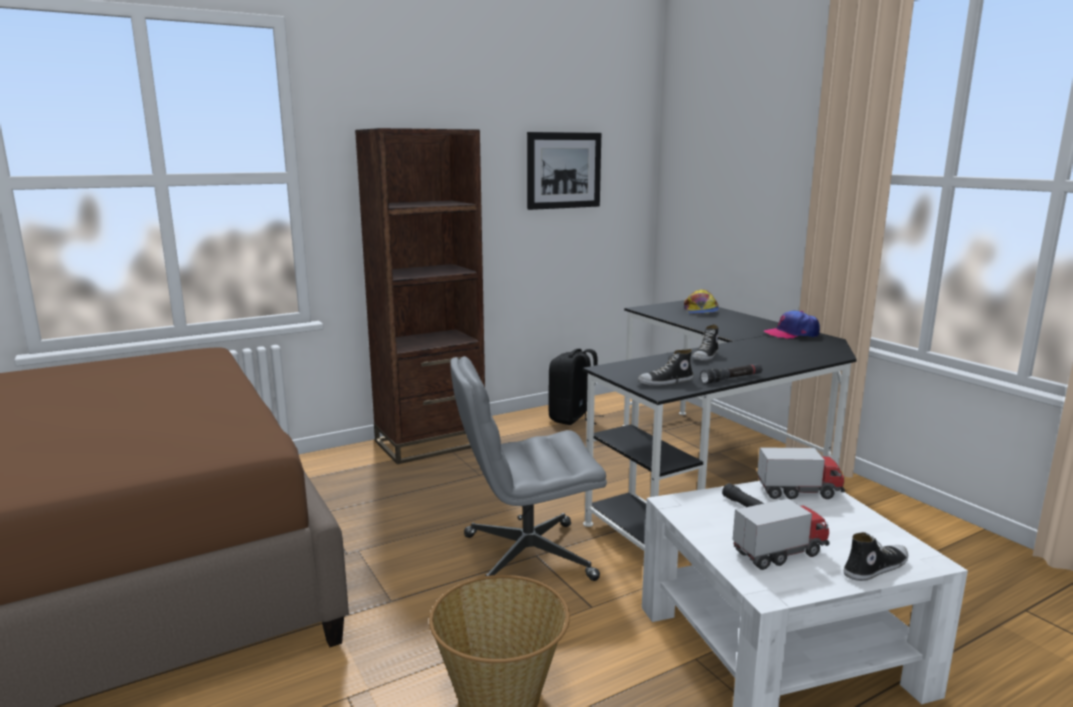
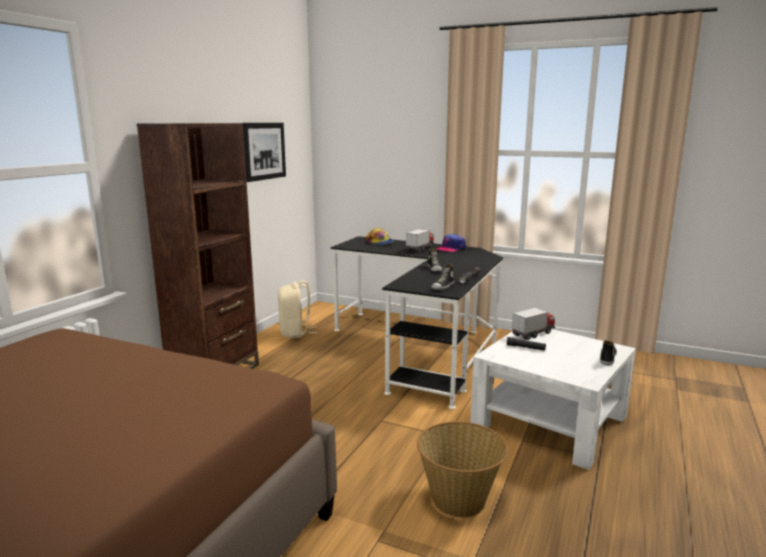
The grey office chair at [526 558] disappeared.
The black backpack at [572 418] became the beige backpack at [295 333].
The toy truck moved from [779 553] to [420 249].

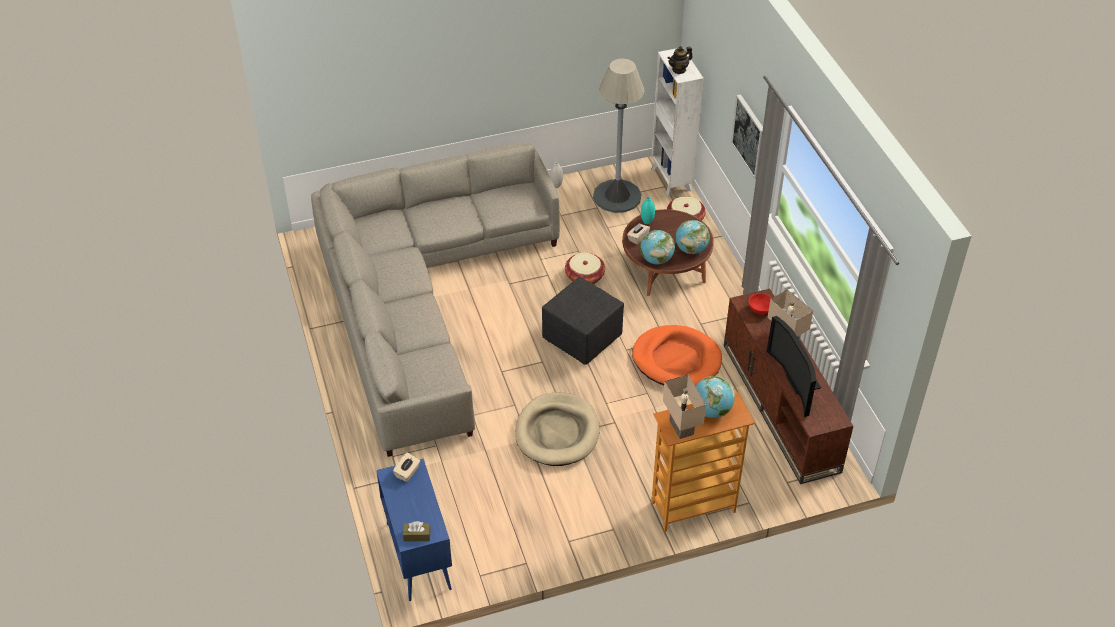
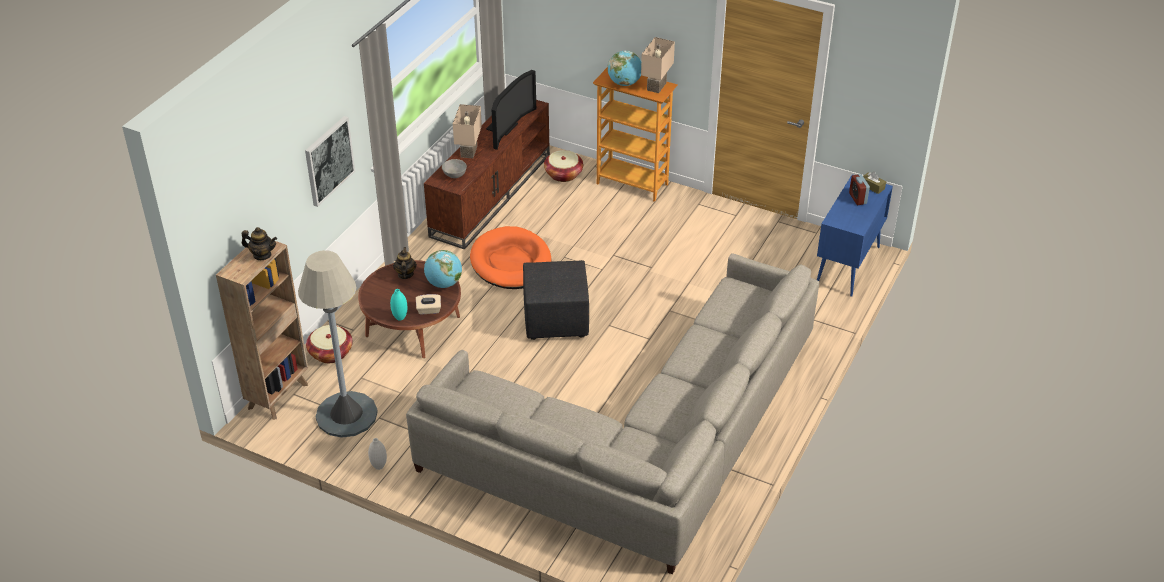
The beige tissue box at [407 473] disappeared.
The beige dog bed at [557 432] disappeared.
The basket moved from [584 277] to [563 174].
The white bookcase at [671 180] became the brown bookcase at [279 395].
The globe at [691 249] was replaced by the teapot at [405 274].
The red bowl at [760 310] became the grey bowl at [454 175].
The alarm clock at [857 198] appeared.

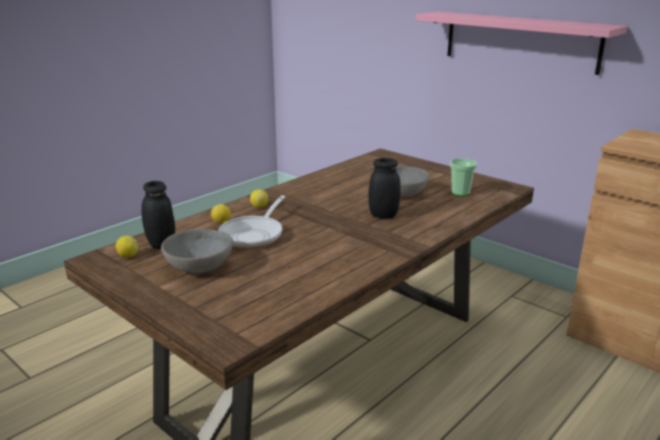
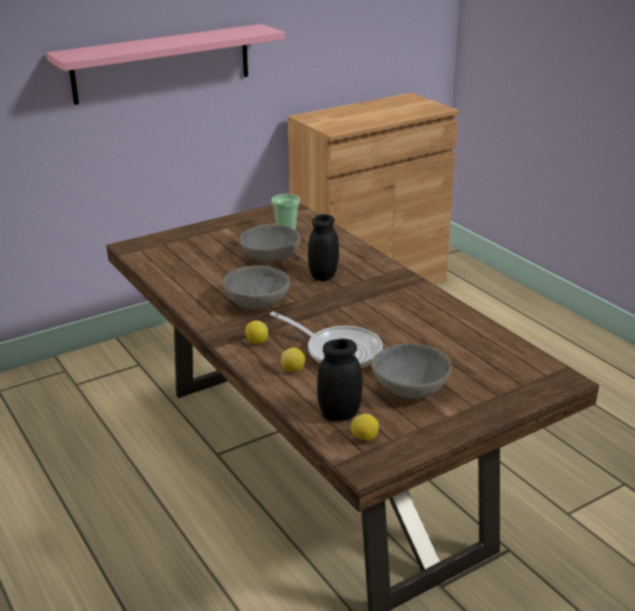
The grey bowl at [258 303] appeared.

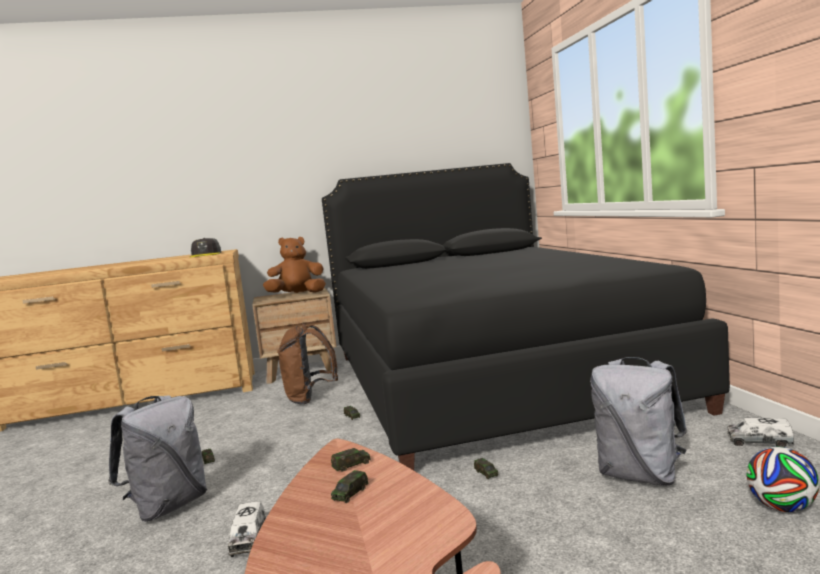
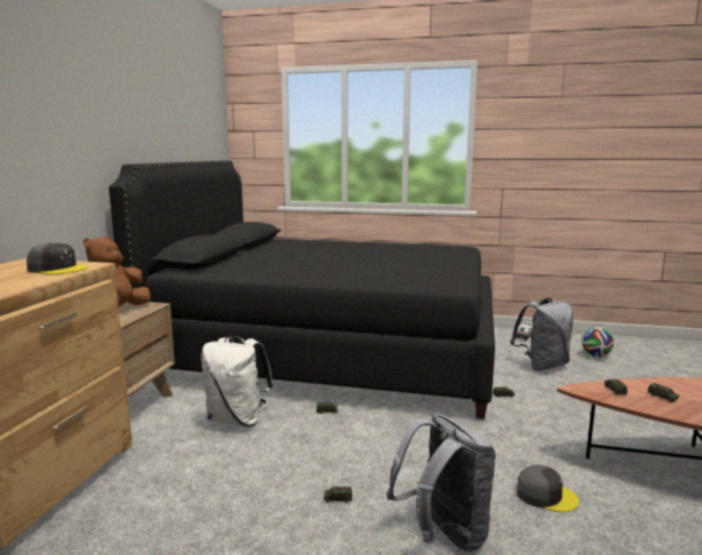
The toy truck at [249 539] was replaced by the grey cap at [545 495].
The brown backpack at [310 399] became the white backpack at [237 419].

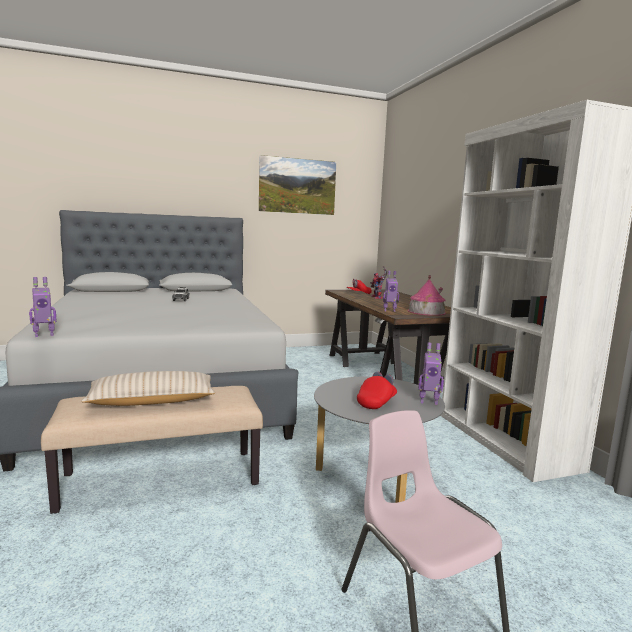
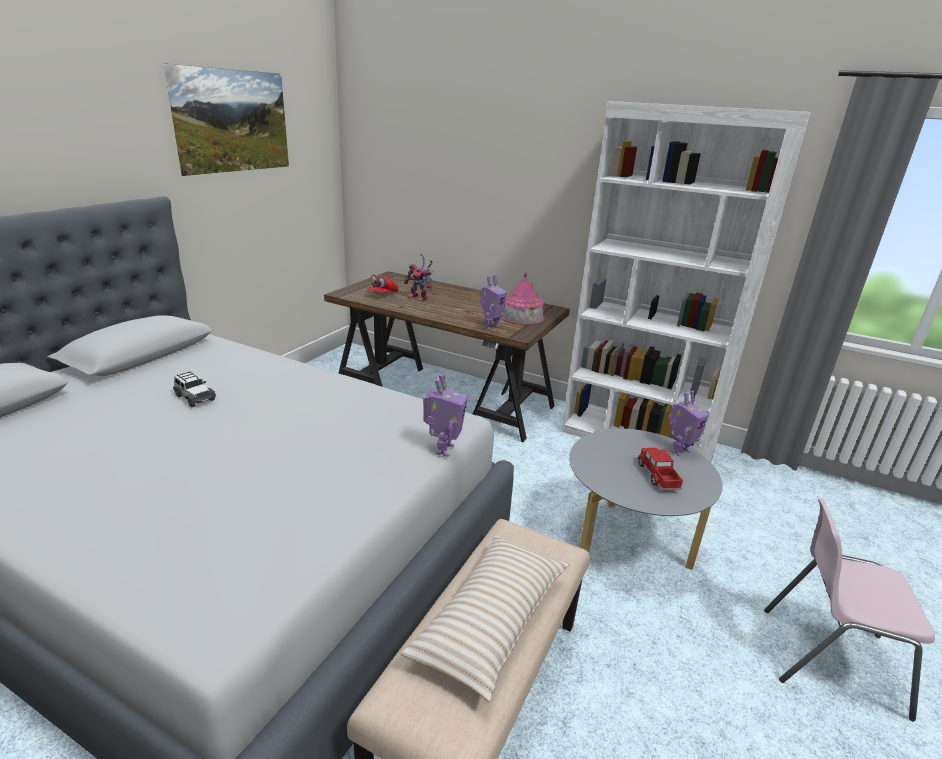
The toy robot moved from [44 335] to [443 449].
The red cap at [376 402] was replaced by the toy truck at [657 476].

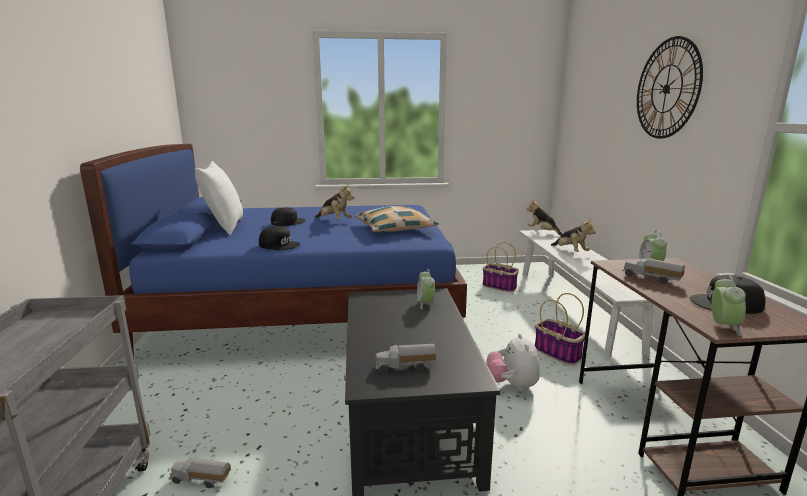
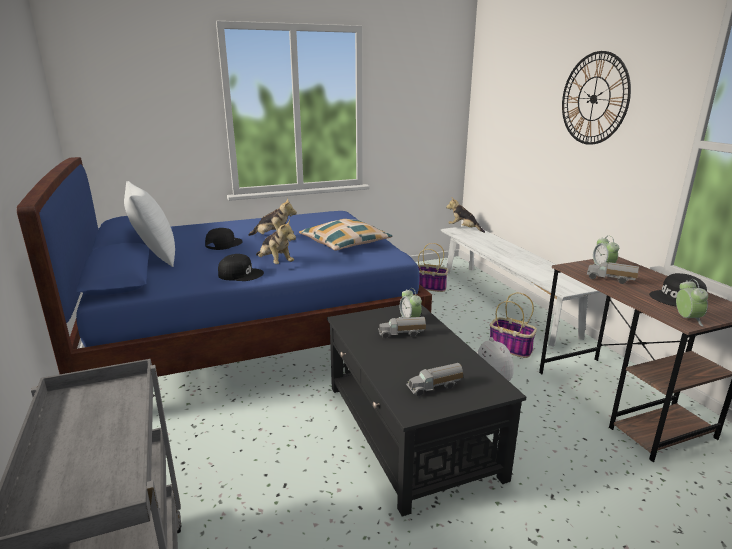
The toy truck moved from [200 480] to [401 335].
The plush toy moved from [570 251] to [275 263].

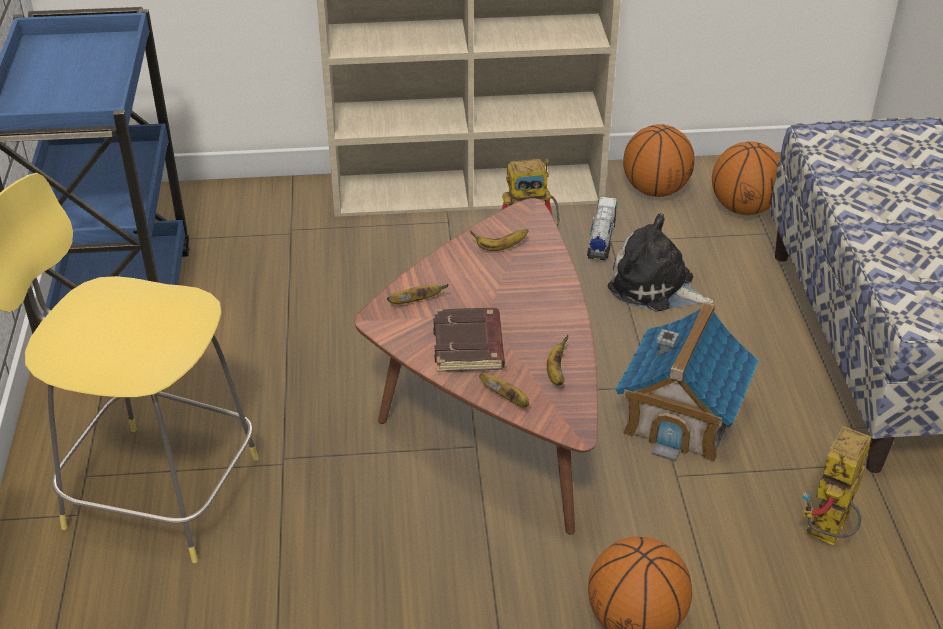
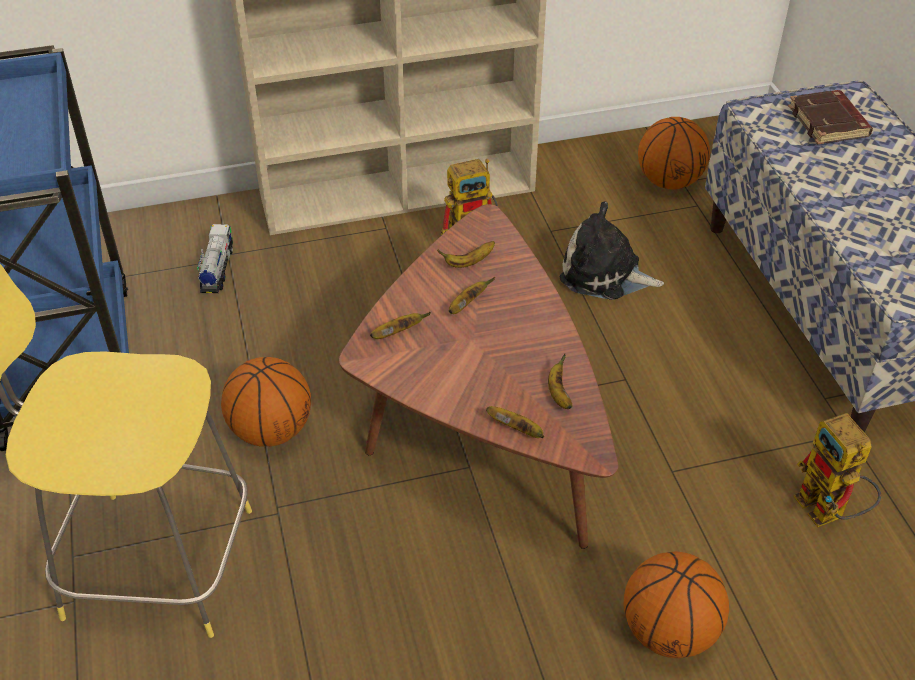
The brown book moved from [470 346] to [829 123].
The toy truck moved from [601 240] to [217 269].
The toy house at [682 418] disappeared.
The basketball moved from [655 190] to [271 430].
The toy robot at [828 535] turned 45 degrees counterclockwise.
The banana at [467 304] appeared.

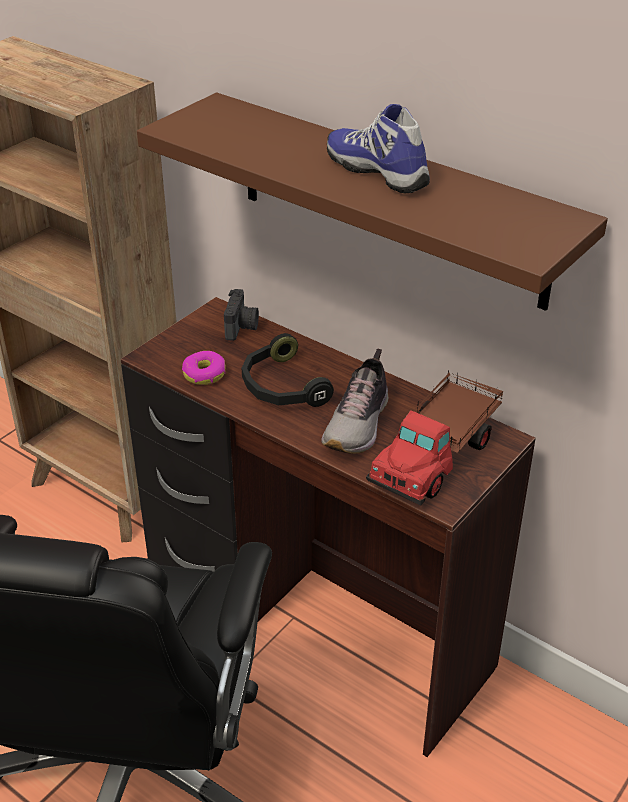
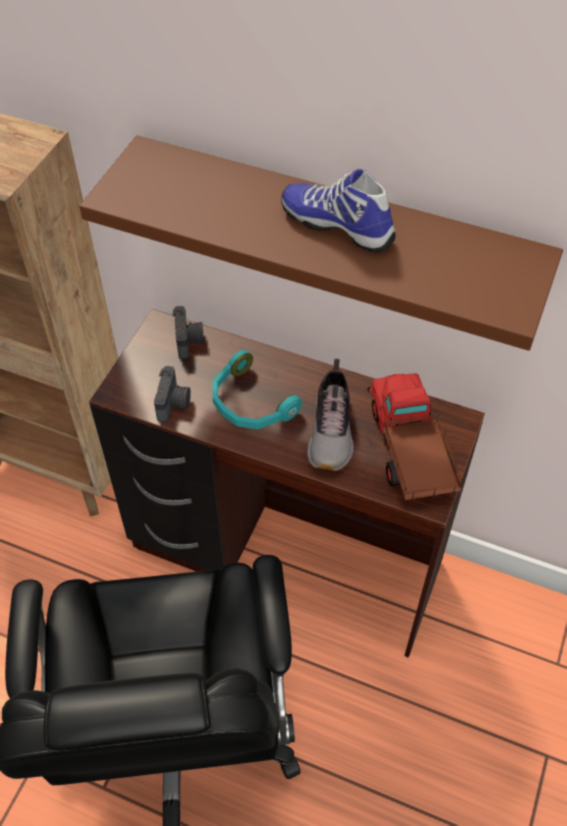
The donut at [204 374] was replaced by the photo camera at [174 403].
The black headphones at [281 387] became the turquoise headphones at [249 404].
The toy truck at [437 455] turned 150 degrees clockwise.

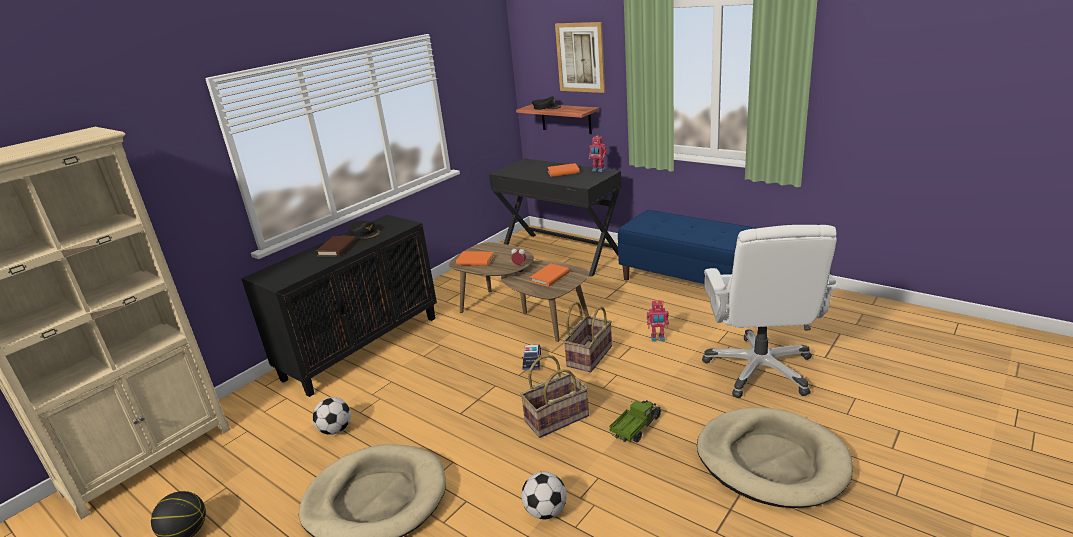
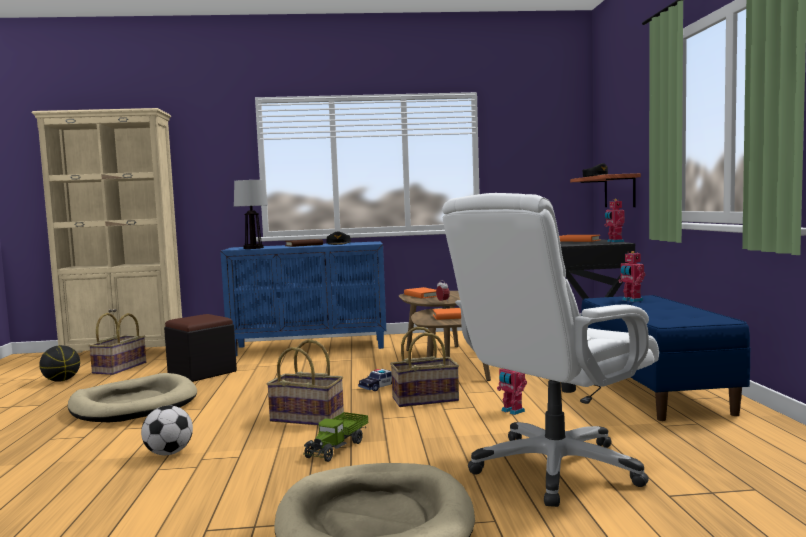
The black cabinet at [362 347] became the blue cabinet at [310 347].
The football at [336 430] was replaced by the black ottoman at [202 372].
The picture at [580 57] disappeared.
The toy truck at [636 428] turned 120 degrees clockwise.
The basket at [120 368] appeared.
The table lamp at [253 248] appeared.
The toy robot at [631 300] appeared.

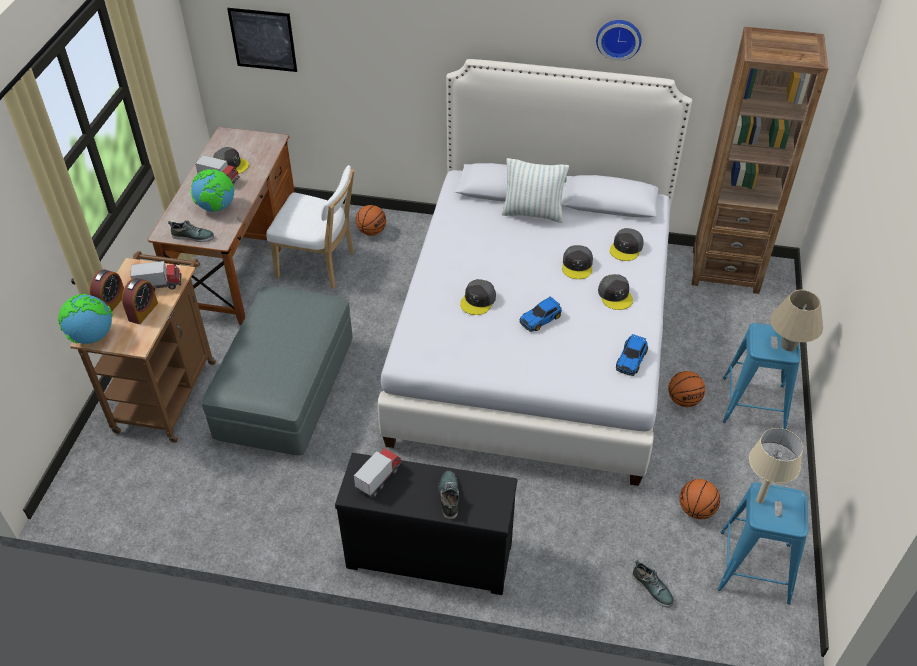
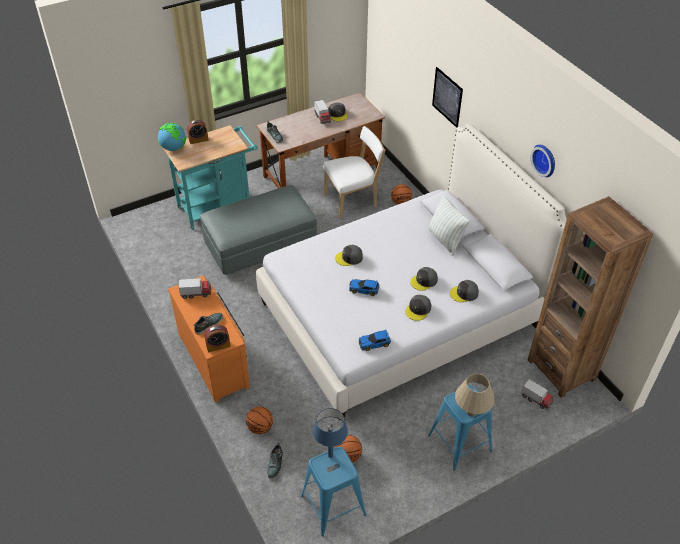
The brown cart at [168 390] became the turquoise cart at [218 206].
The alarm clock moved from [143 311] to [218 345].
The toy truck moved from [159 285] to [536 399].
The globe at [217 208] disappeared.
The picture moved from [263 40] to [447 97].
The white chair at [319 266] turned 90 degrees counterclockwise.
The black dresser at [430 551] became the orange dresser at [215 358].
The basketball moved from [683 400] to [260 427].
The beige table lamp at [759 500] became the blue table lamp at [330 455].

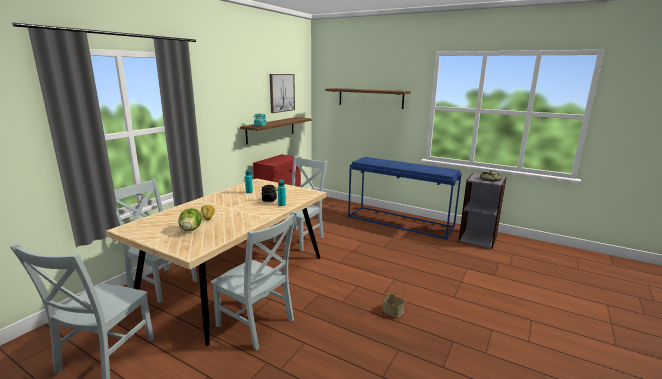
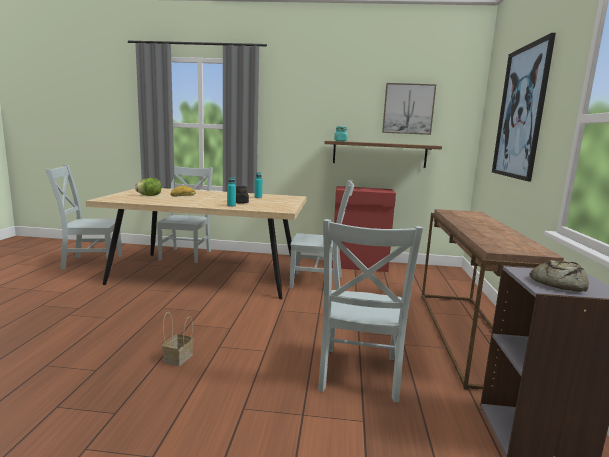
The grey chair moved from [257 324] to [358 375].
The shelf at [370 98] was replaced by the picture at [520 112].
The blue console table at [400 222] became the brown console table at [470 336].

